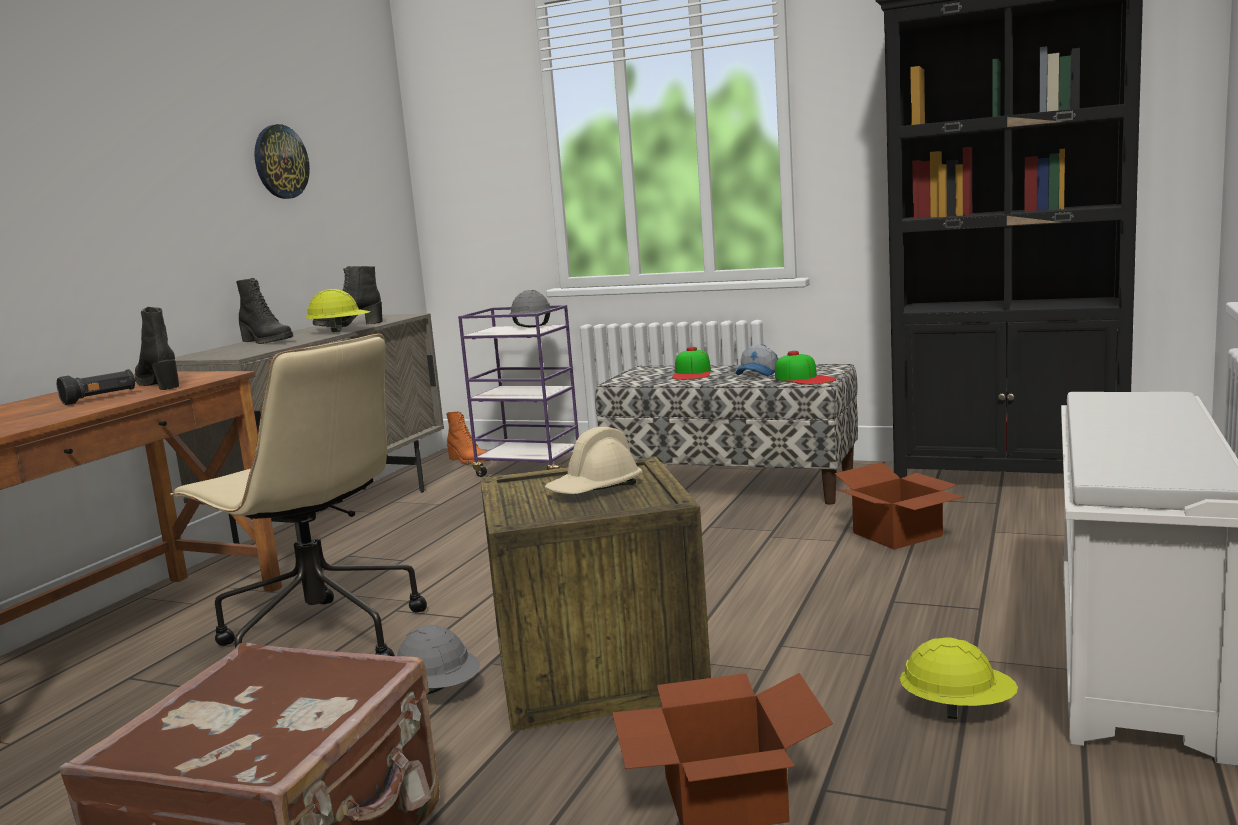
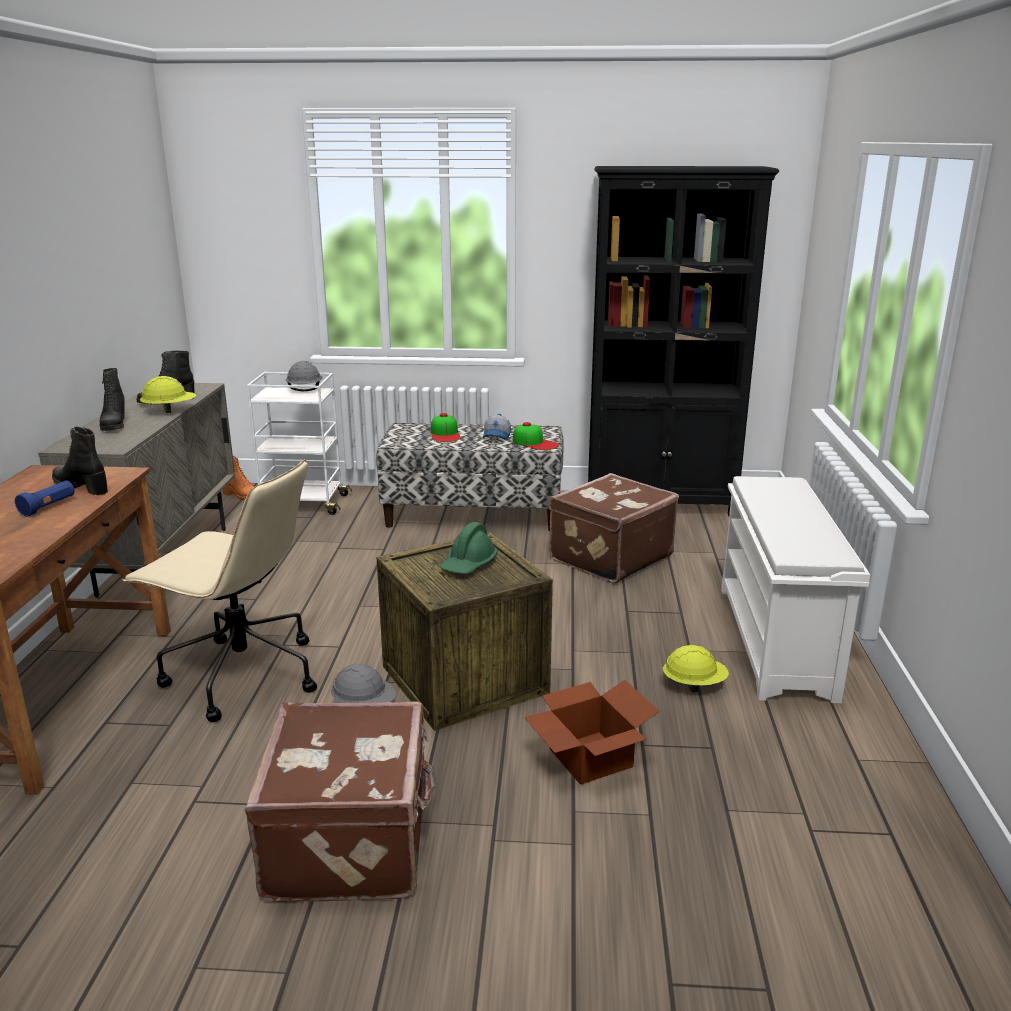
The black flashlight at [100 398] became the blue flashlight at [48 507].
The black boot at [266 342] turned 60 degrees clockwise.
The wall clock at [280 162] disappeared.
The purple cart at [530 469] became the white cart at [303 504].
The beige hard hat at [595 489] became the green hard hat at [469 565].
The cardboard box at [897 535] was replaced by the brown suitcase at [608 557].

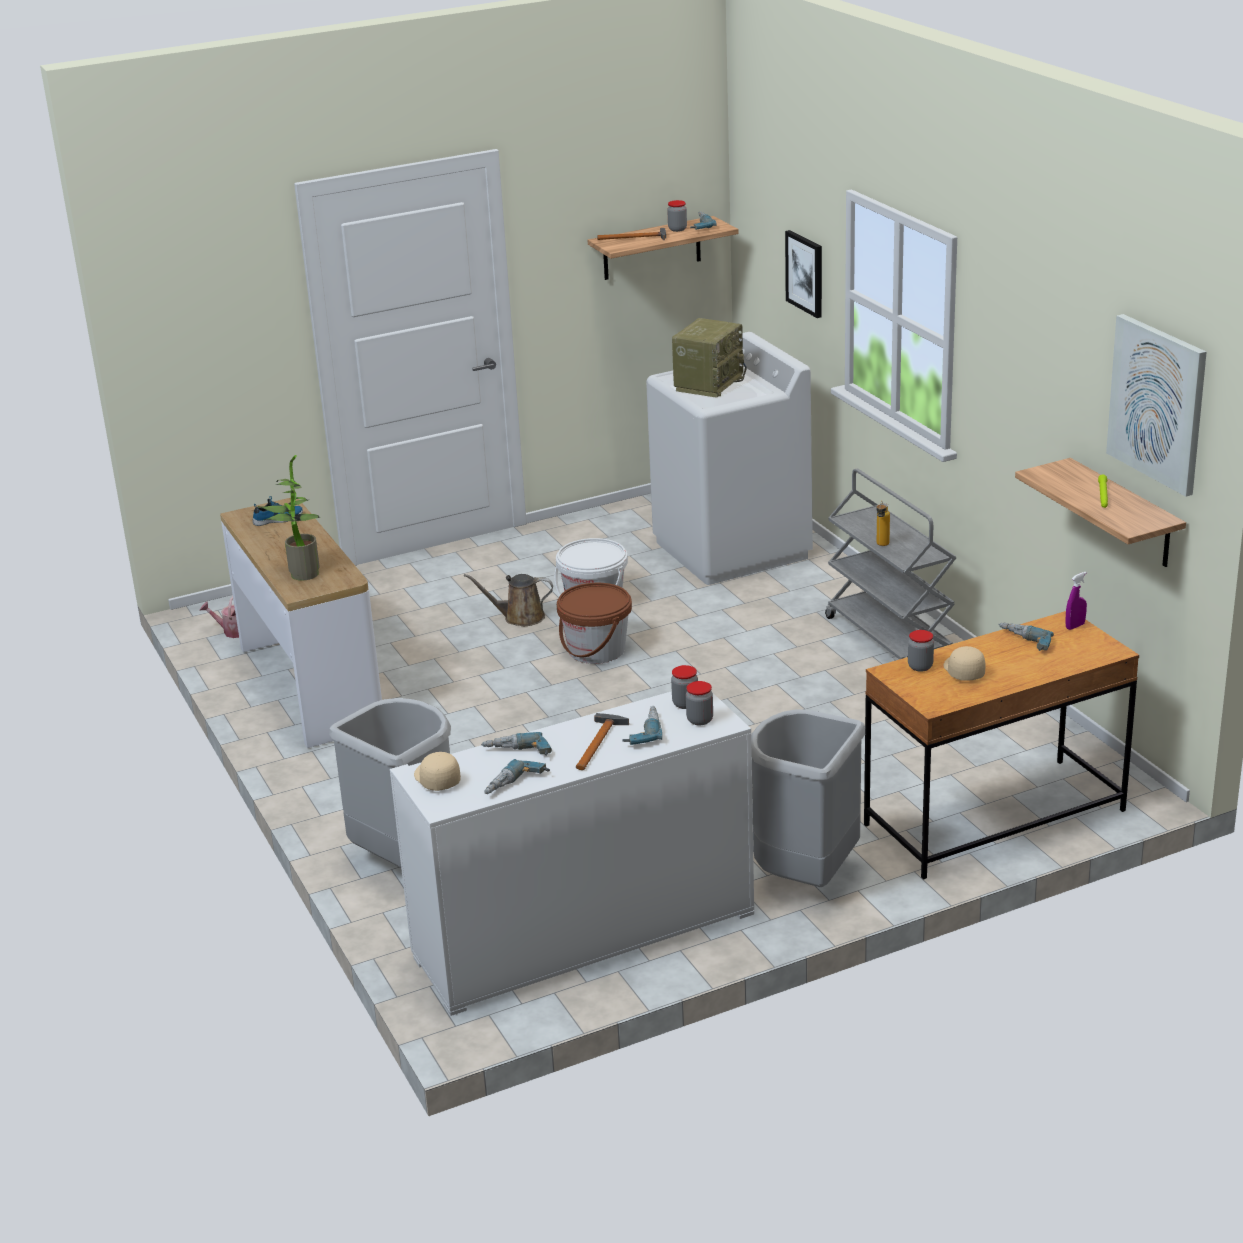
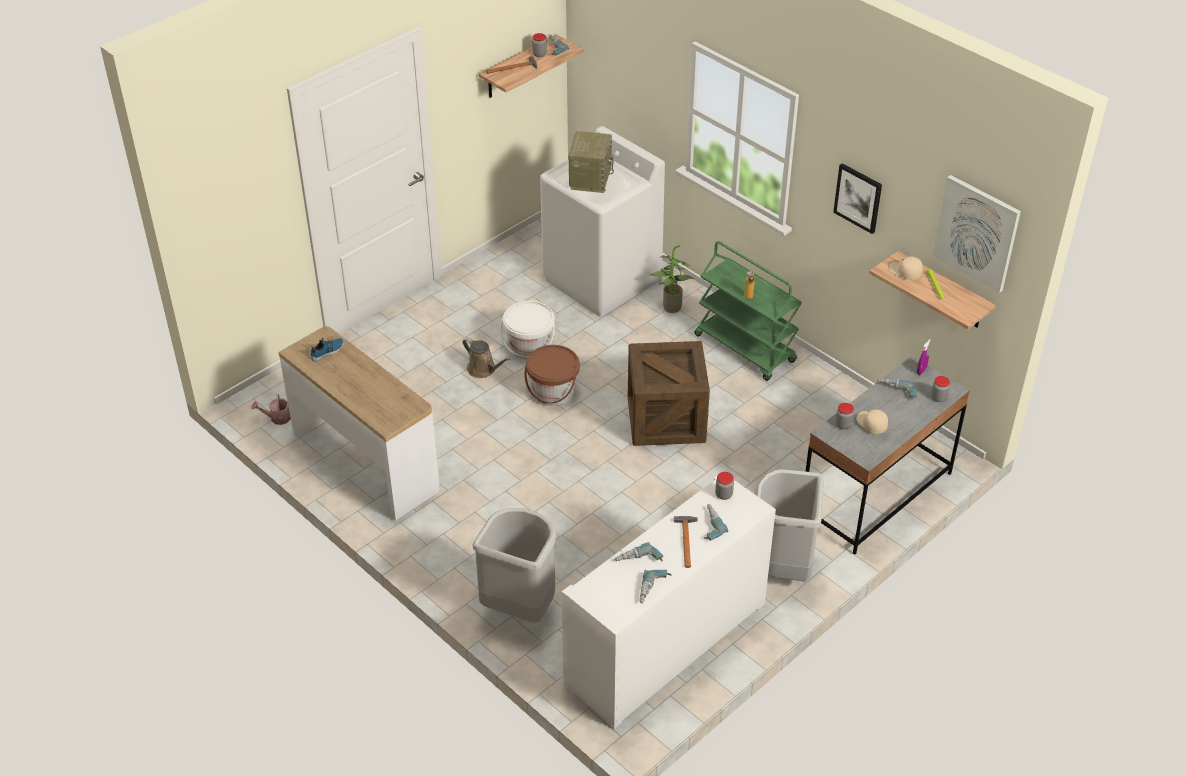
The potted plant moved from [300 575] to [670 308].
The beige cap moved from [436 779] to [904 272].
The brown watering can at [519 617] turned 120 degrees counterclockwise.
The jar moved from [700 720] to [938 398].
The picture moved from [805 273] to [858 197].
The grey cart at [889 639] became the green cart at [745 349].
The brown desk at [994 818] became the grey desk at [876 495].
The crate at [666 419] appeared.

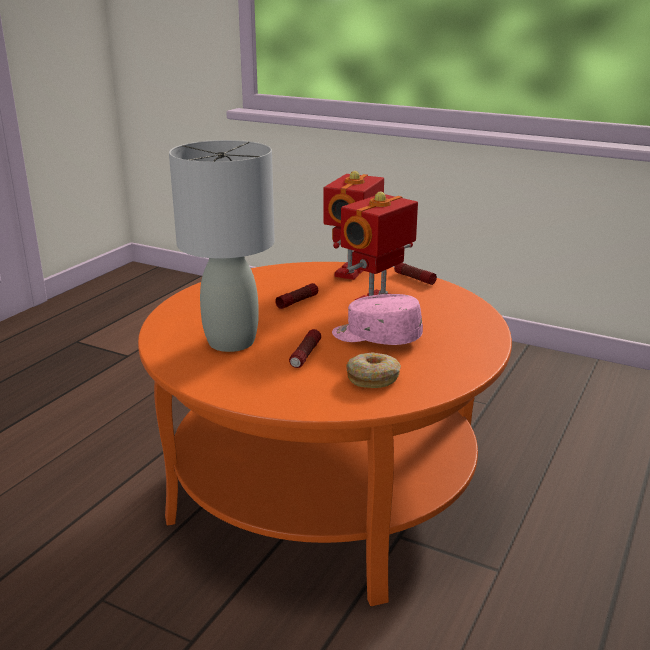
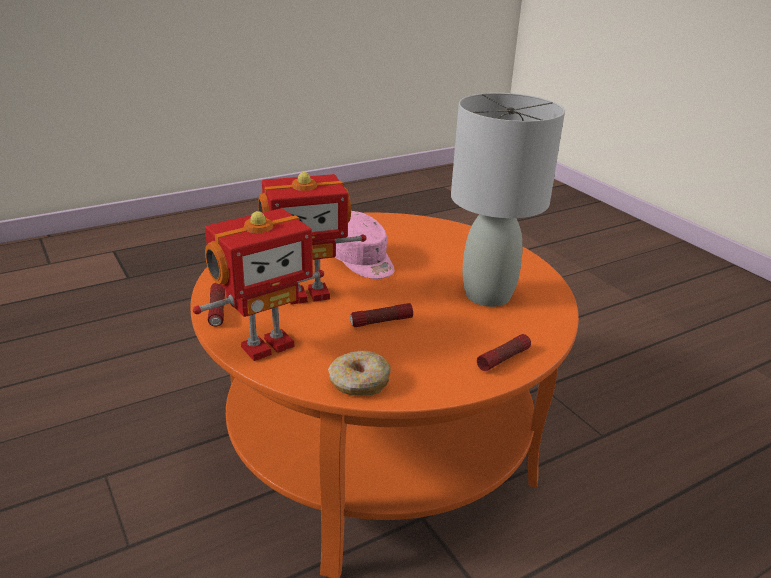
The flashlight moved from [305 355] to [503 358].
The donut moved from [373 378] to [359 382].

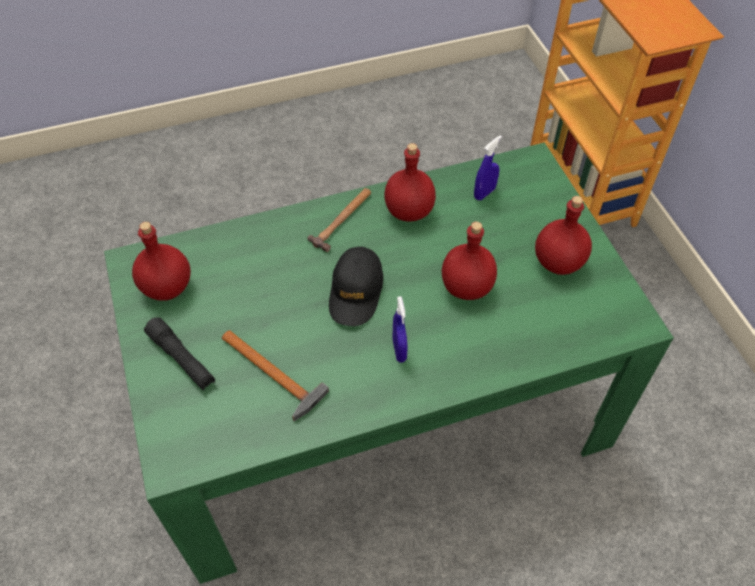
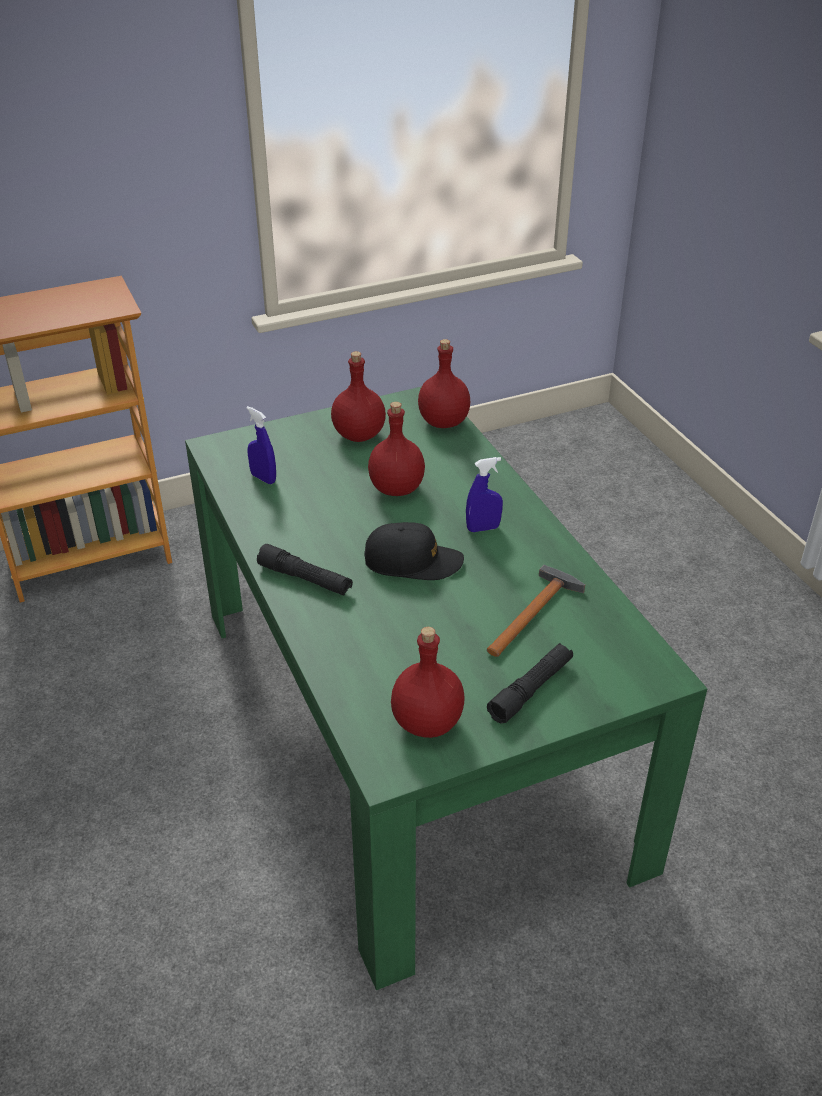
The hammer at [343 220] was replaced by the black flashlight at [305 579].
The red bottle moved from [409 210] to [442 422].

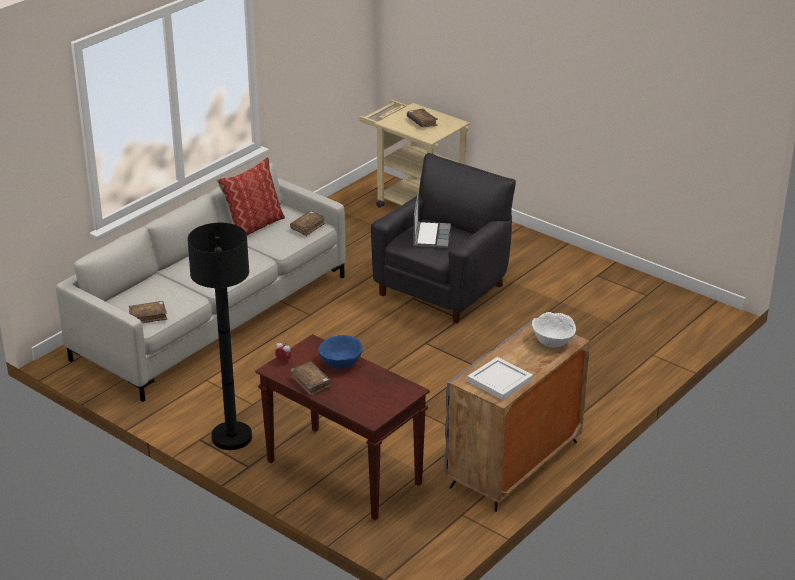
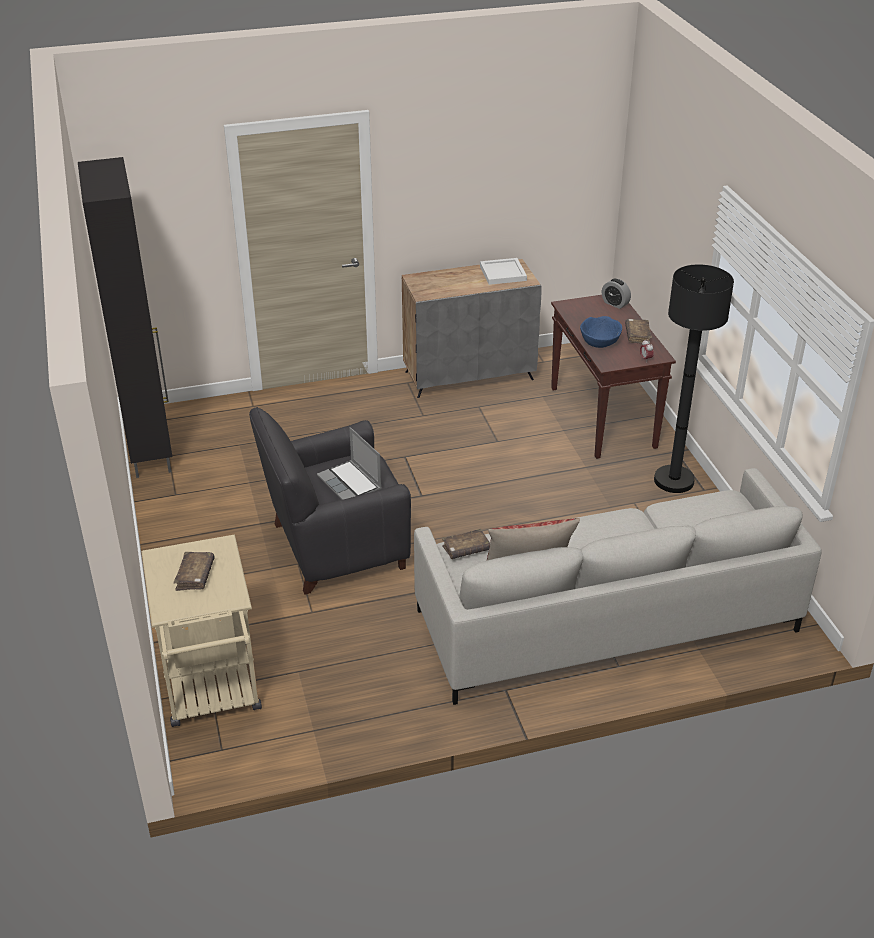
The brown book at [148 316] disappeared.
The laptop at [431 236] turned 75 degrees counterclockwise.
The white bowl at [553 340] disappeared.
The black cabinet at [150 450] appeared.
The alarm clock at [615 304] appeared.

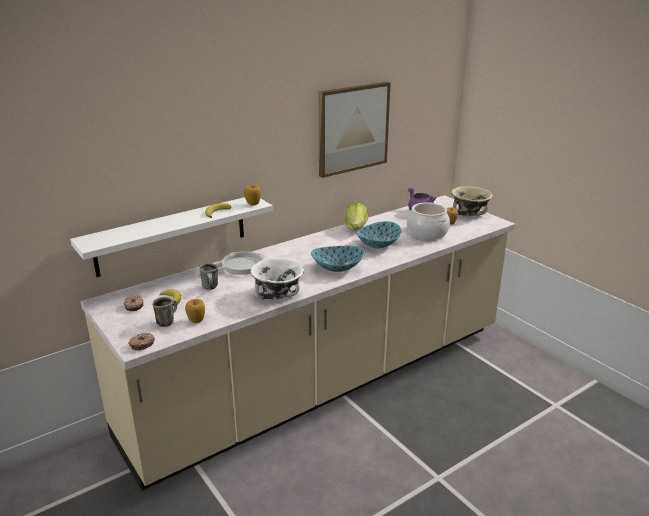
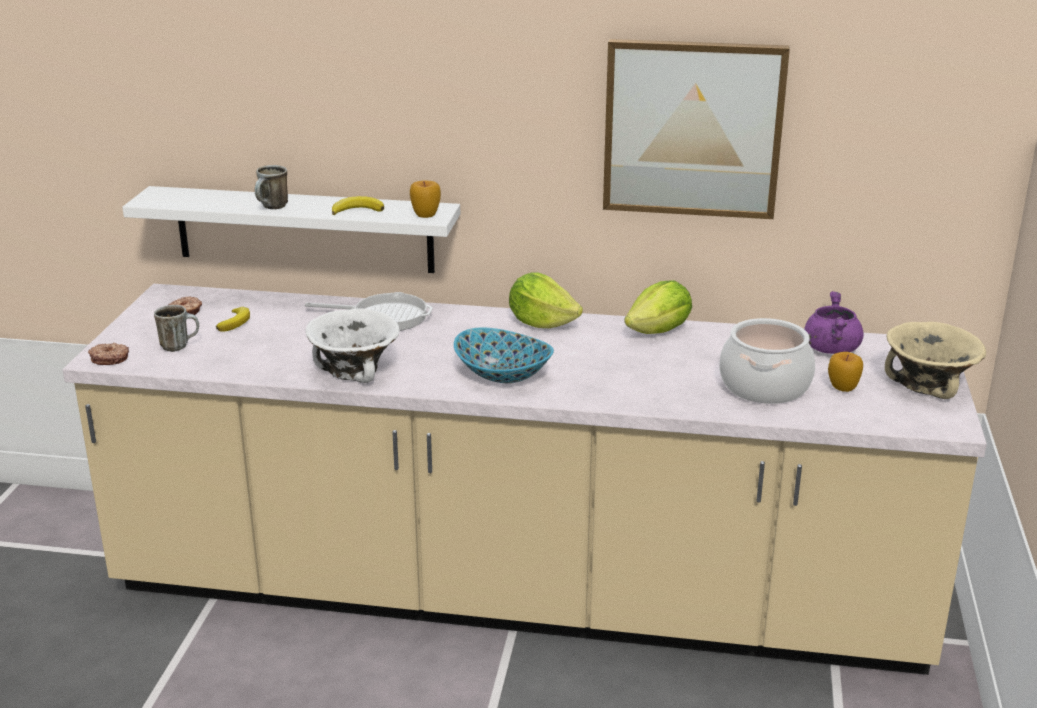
The apple at [196 320] disappeared.
The mug moved from [211 288] to [272 208].
The bowl at [378 244] disappeared.
The lettuce at [542 323] appeared.

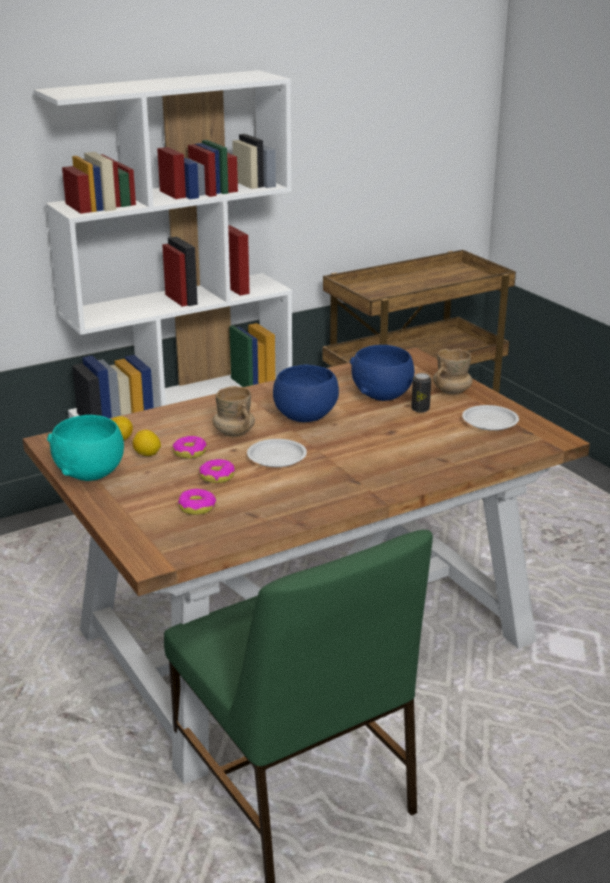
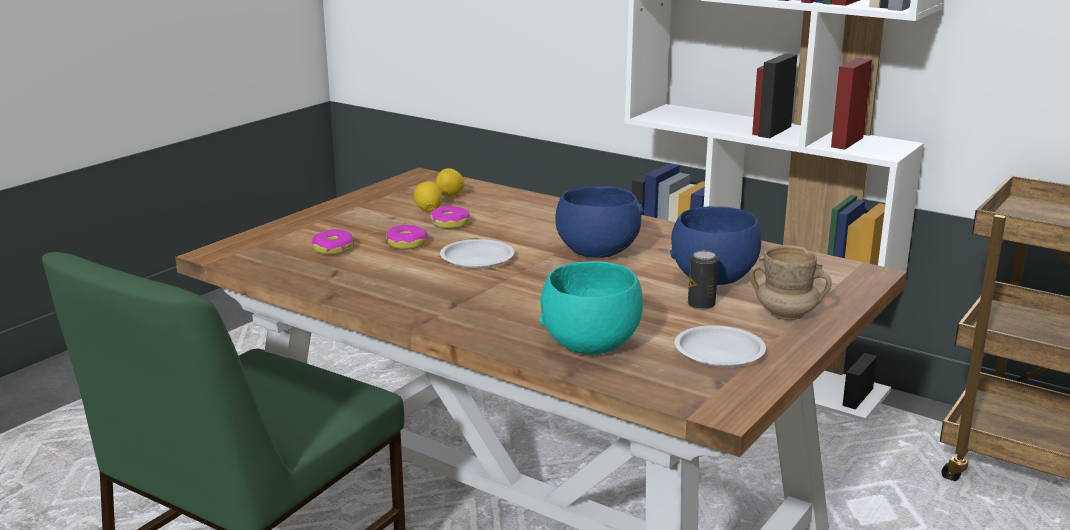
The turquoise bowl moved from [91 473] to [591 345].
The beige mug at [233 433] disappeared.

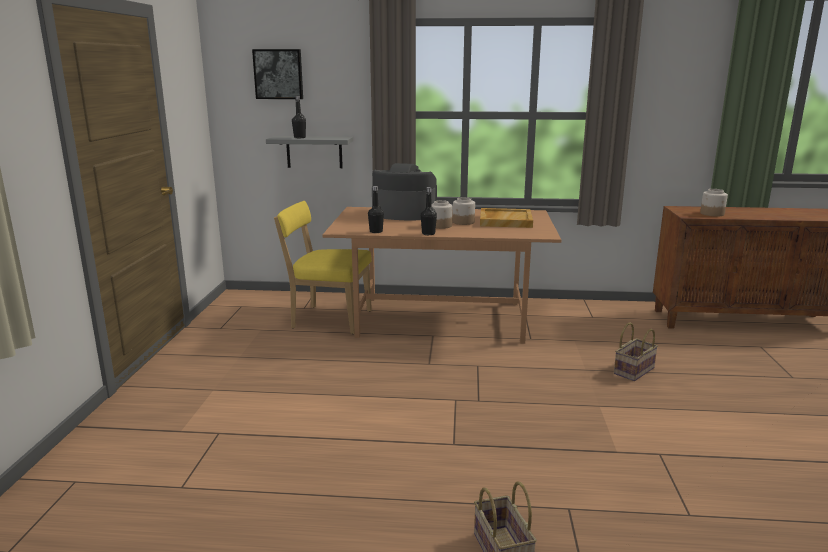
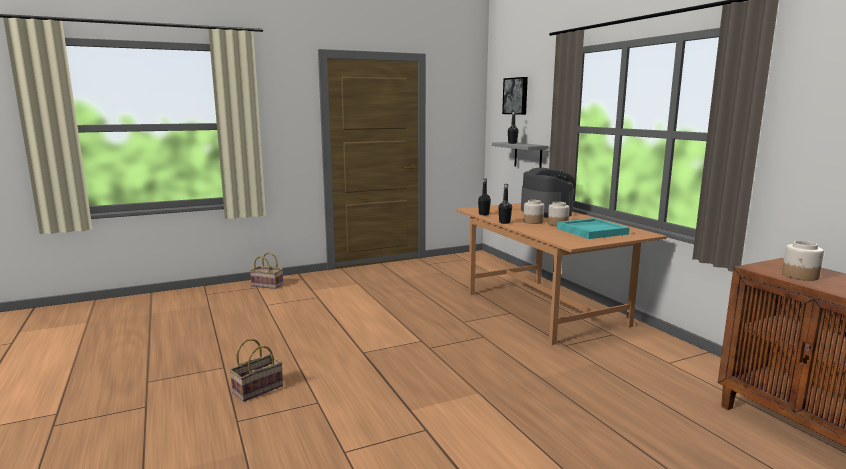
The yellow chair at [328 319] disappeared.
The beige tray at [505 220] became the turquoise tray at [592 231].
The basket moved from [633 370] to [268 285].

